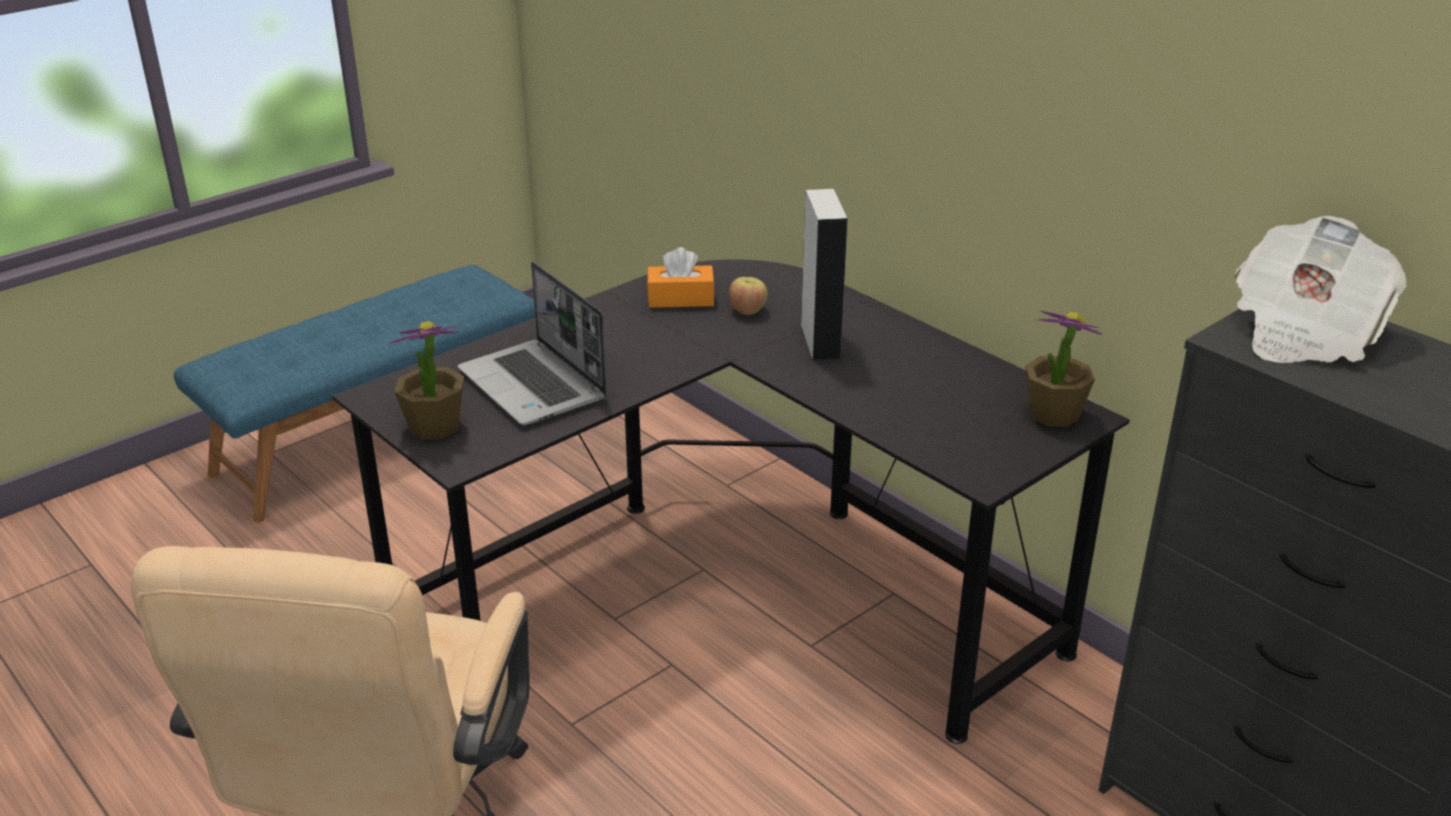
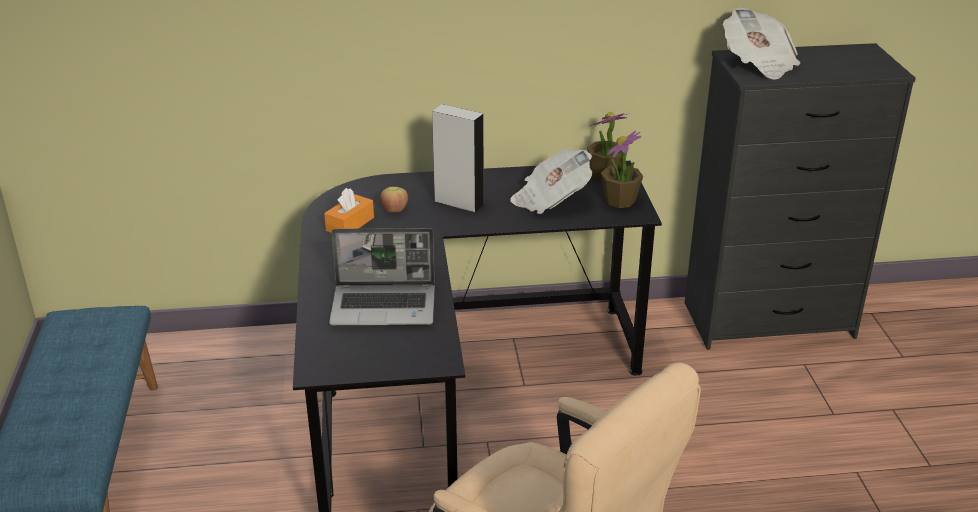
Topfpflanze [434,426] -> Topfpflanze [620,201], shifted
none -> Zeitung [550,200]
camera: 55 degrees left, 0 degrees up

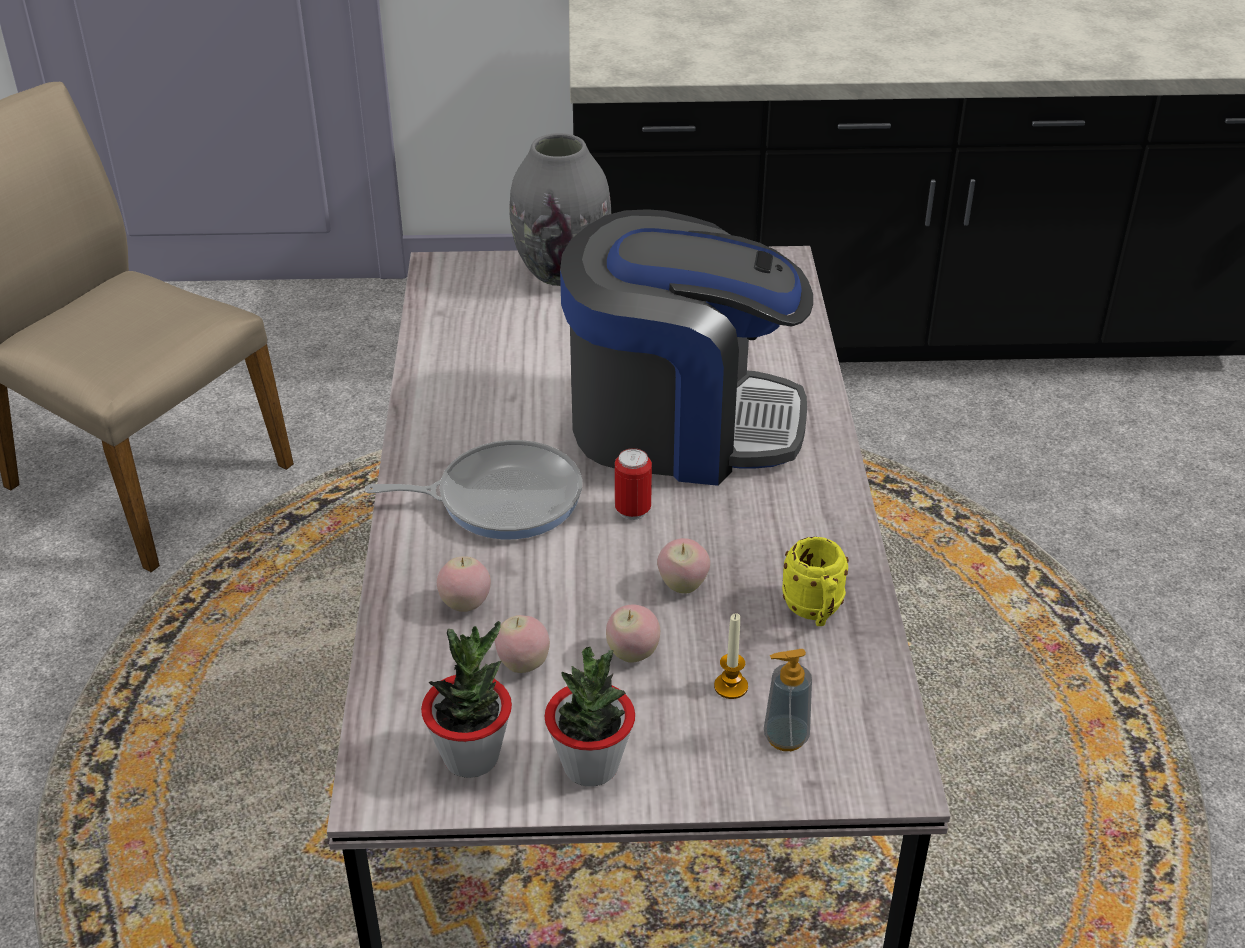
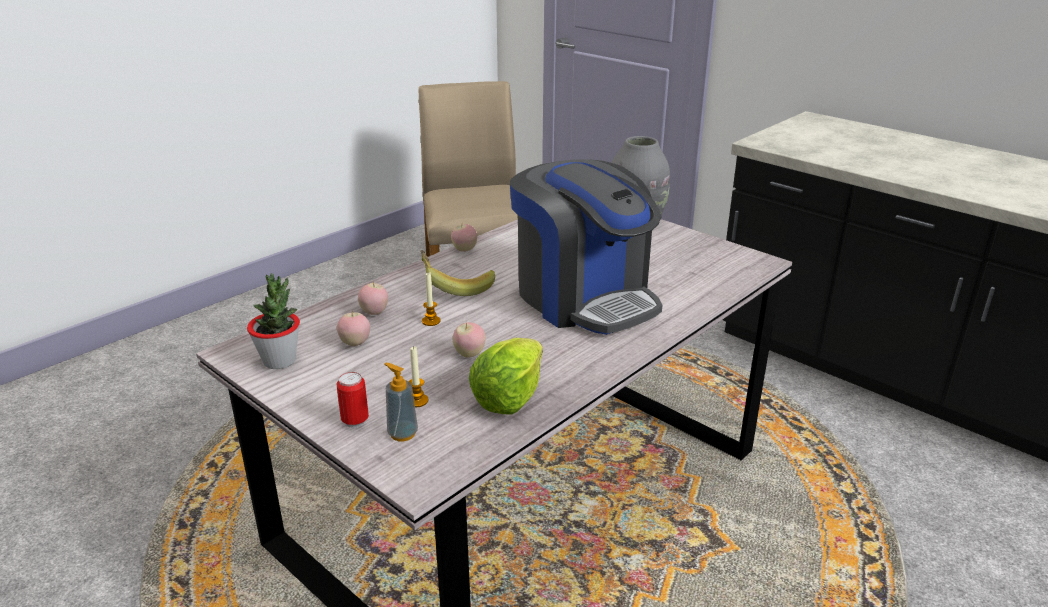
Pfanne [501,498] -> Banane [456,286]
Topfpflanze [591,766] -> none
Apfel [632,653] -> Apfel [464,250], shifted
Dose [632,511] -> Dose [355,421], shifted
Henkelbecher/gelb [815,612] -> Salatkopf [509,397]
none -> Kerze [431,321]
camera: 45 degrees right, 10 degrees down

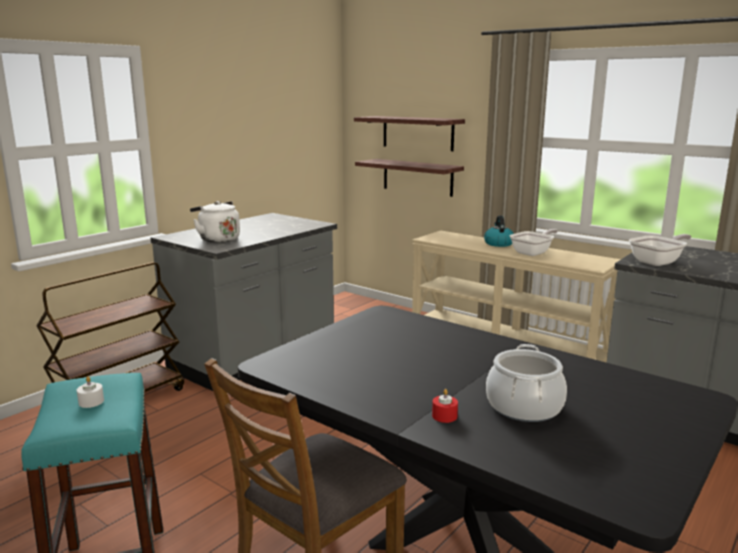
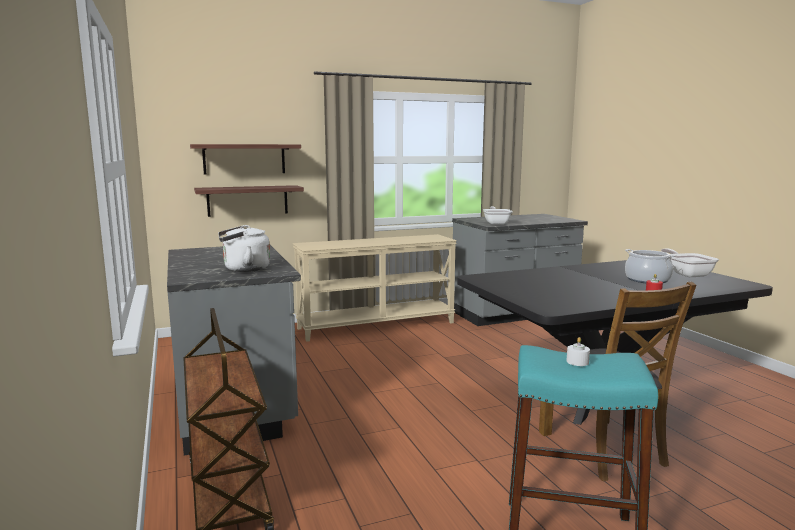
Wasserkessel [498,243] -> none
Pfanne [533,252] -> Pfanne [687,274], shifted
camera: 60 degrees left, 5 degrees down

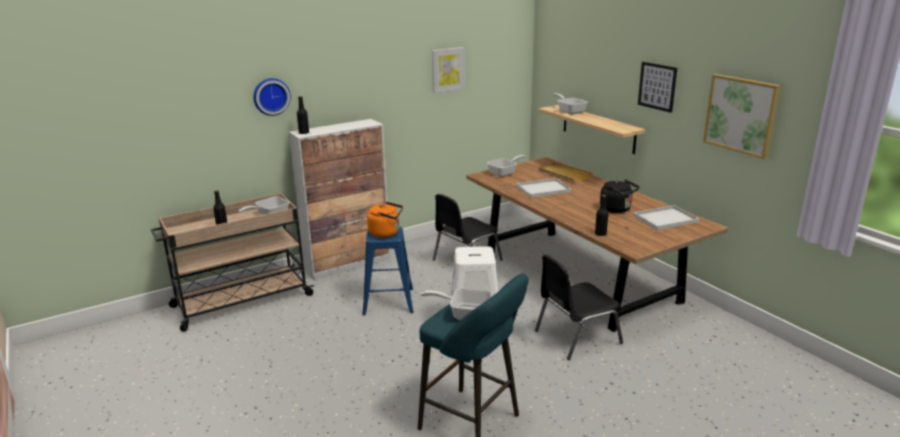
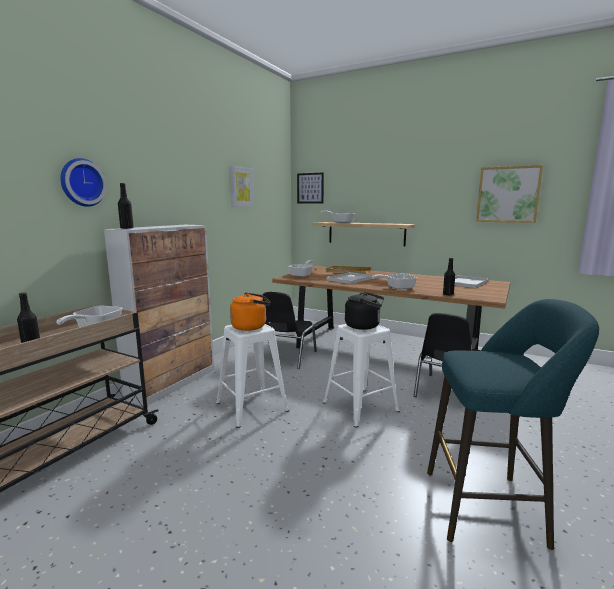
Hocker/blau [389,301] -> Hocker/weiß [252,406]
Pfanne [465,314] -> Pfanne [397,288], shifted
Wasserkessel/schwarz [617,209] -> Wasserkessel/schwarz [364,326], shifted
Bild [657,86] -> Bild [310,188], shifted
camera: 30 degrees left, 10 degrees down

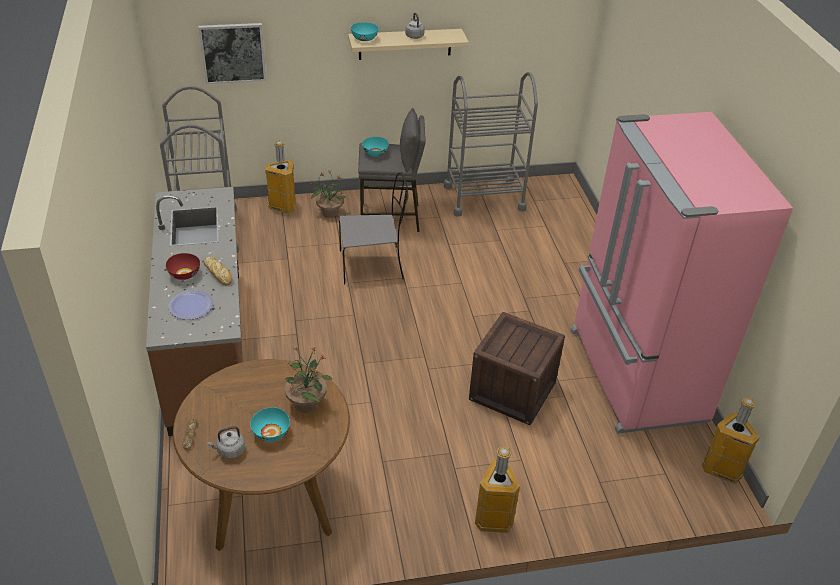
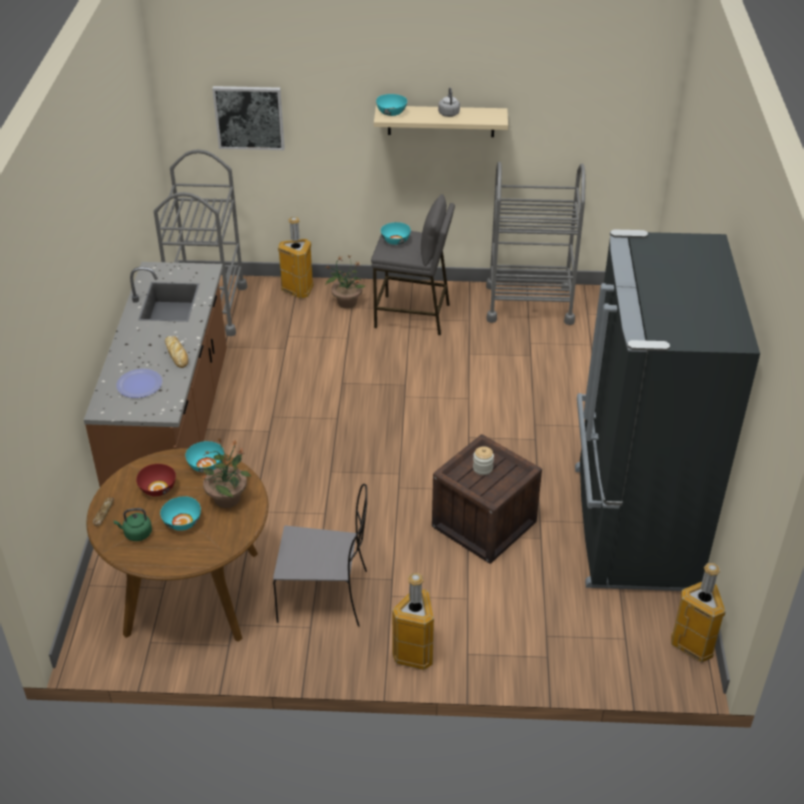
Schüssel/rot [185,274] -> Schüssel/rot [158,488], shifted
Wasserkessel/grau [229,451] -> Wasserkessel/grün [136,534]
Stuhl/grau [373,265] -> Stuhl/grau [325,596], shifted
Kühlschrank/rosa [634,375] -> Kühlschrank/schwarz [631,527]
none -> Schüssel/türkis [206,465]
none -> Vorratsglas [482,468]
camera: 15 degrees right, 0 degrees up

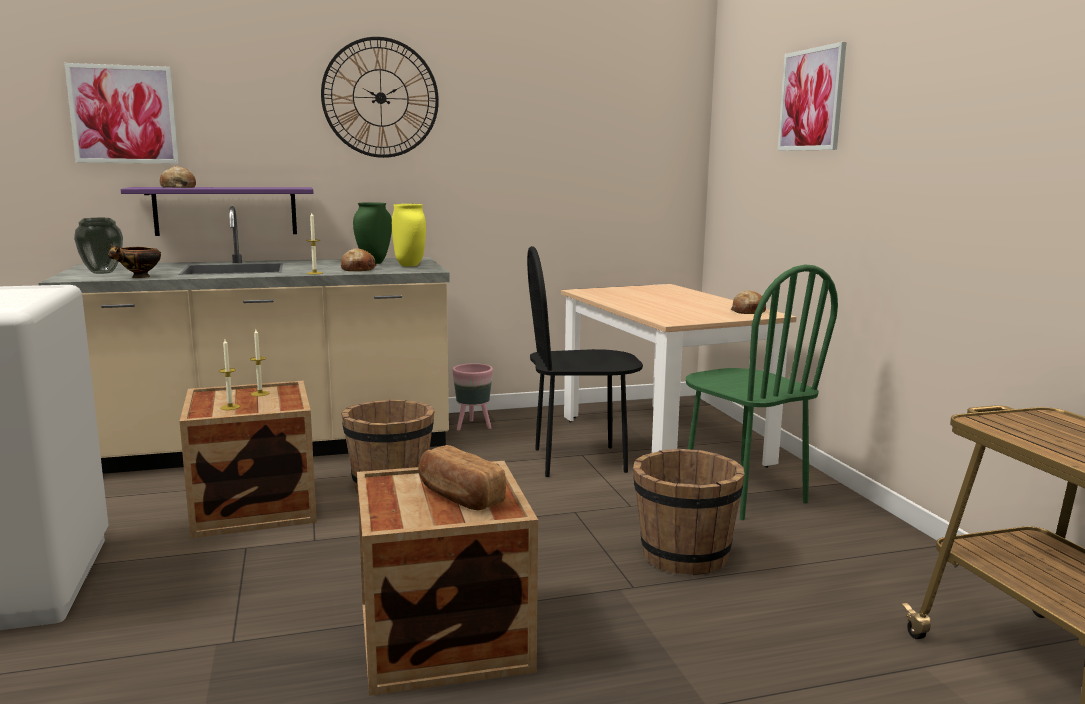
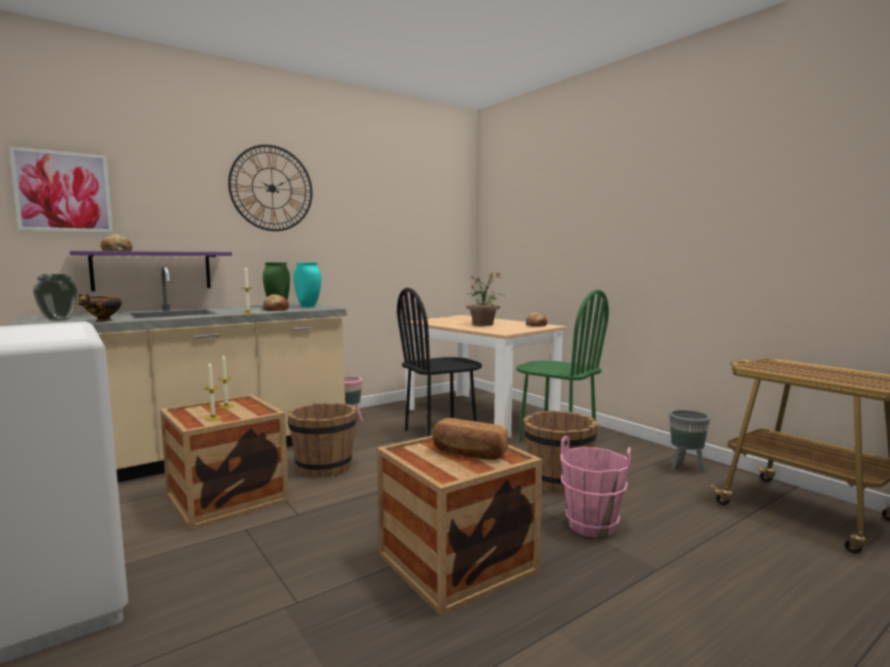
Vase/gelb [410,265] -> Vase/türkis [308,306]
Bild [811,100] -> none
none -> Topfpflanze [483,324]
none -> Eimer/rosa [591,526]
none -> Pflanzkübel/grau [686,468]
camera: 20 degrees left, 5 degrees down

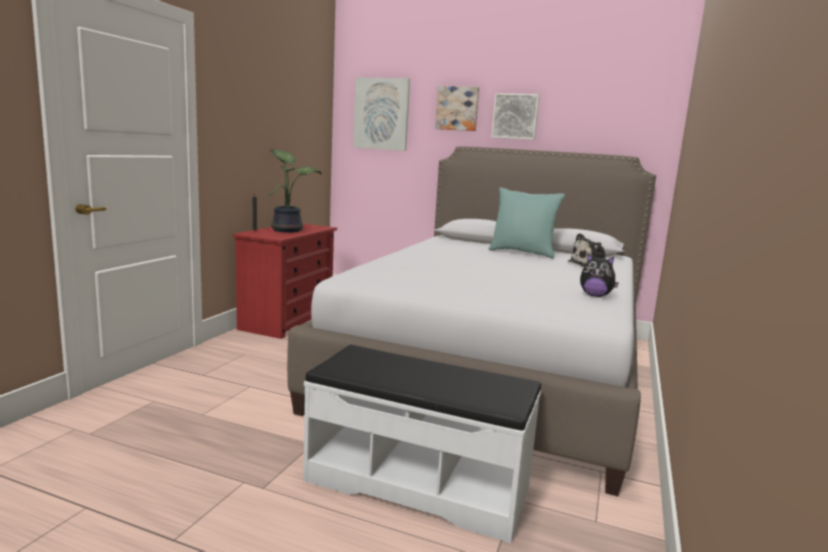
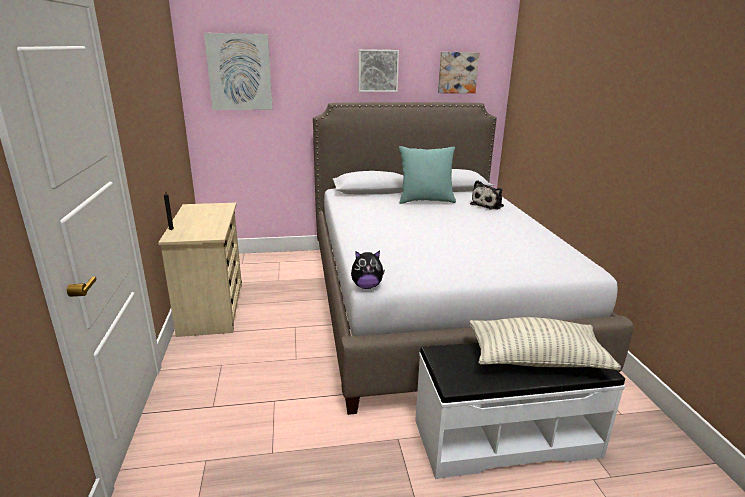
Kommode/rot [287,320] -> Kommode/beige [212,308]
Topfpflanze [287,230] -> none
Bild [457,108] -> Bild [457,72], shifted
Plüschtier [595,296] -> Plüschtier [366,286], shifted
none -> Kissen [536,359]
camera: 30 degrees left, 10 degrees up

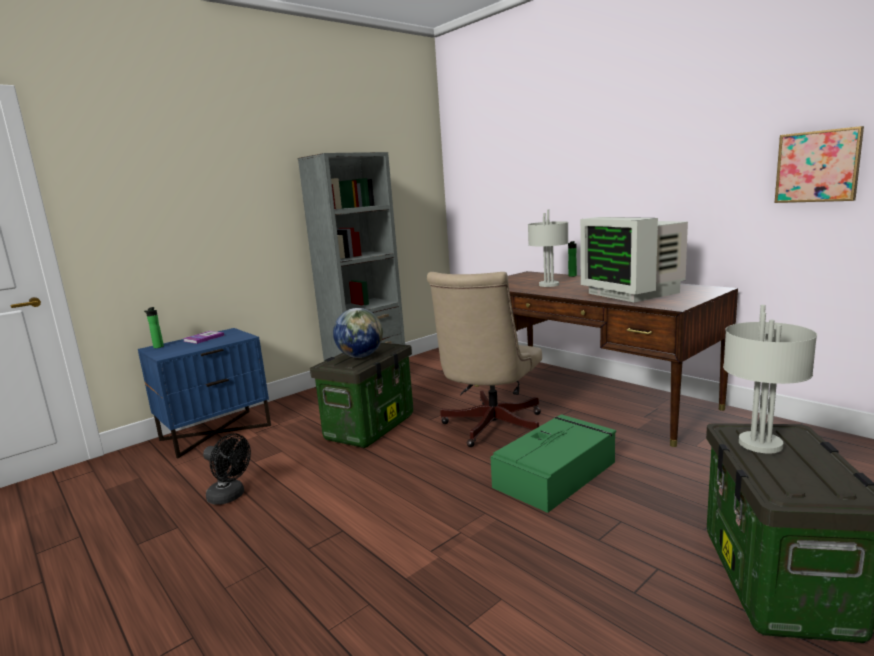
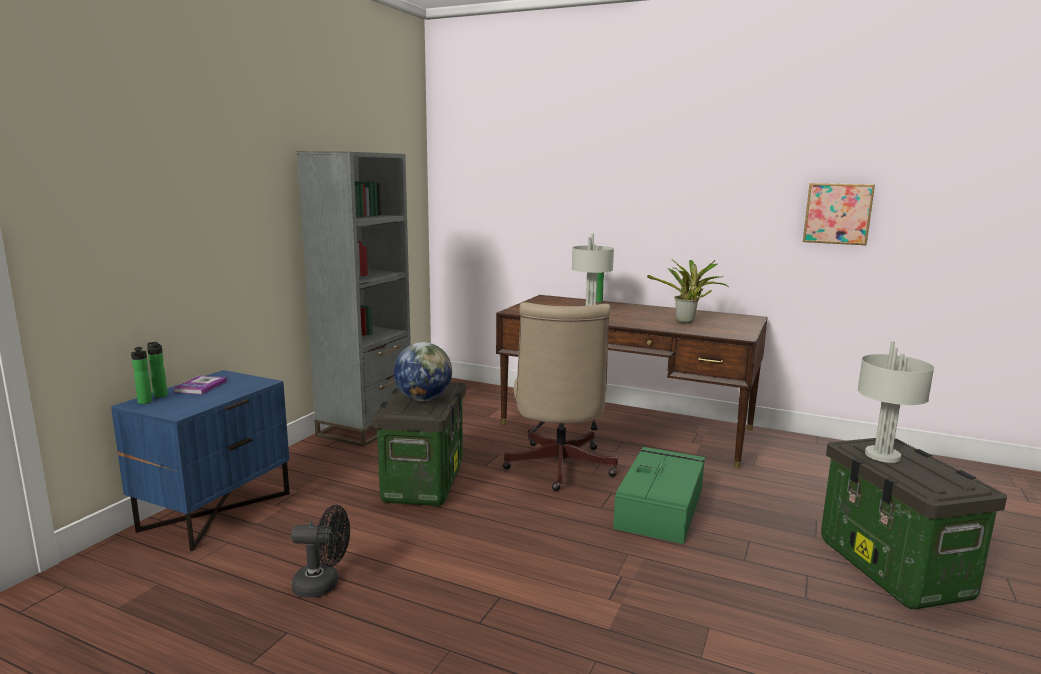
Monitor [633,293] -> Topfpflanze [686,322]
none -> Flasche [160,395]
camera: 25 degrees left, 0 degrees up

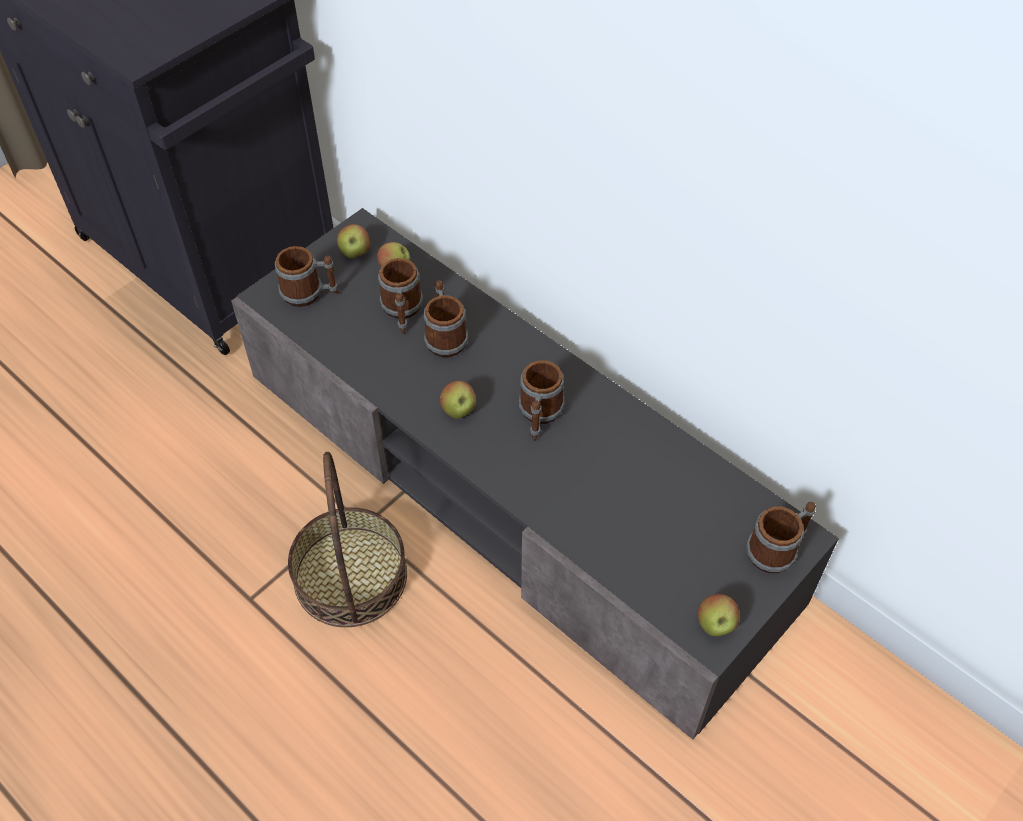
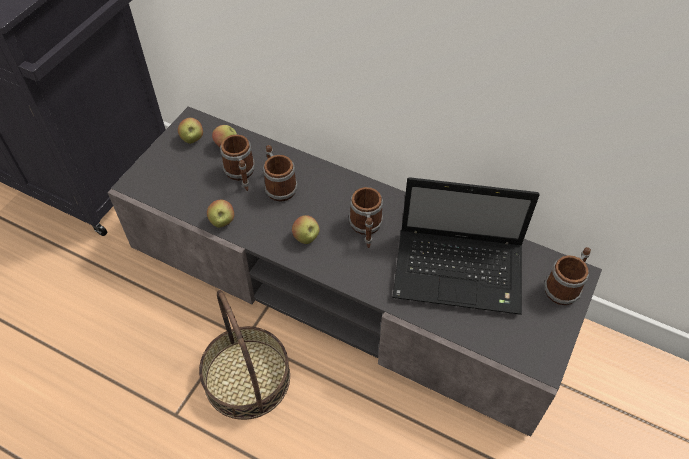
Henkelbecher [310,293] -> none
Apfel [715,625] -> Apfel [222,222], shifted
none -> Laptop [461,272]
camera: 15 degrees left, 0 degrees up

